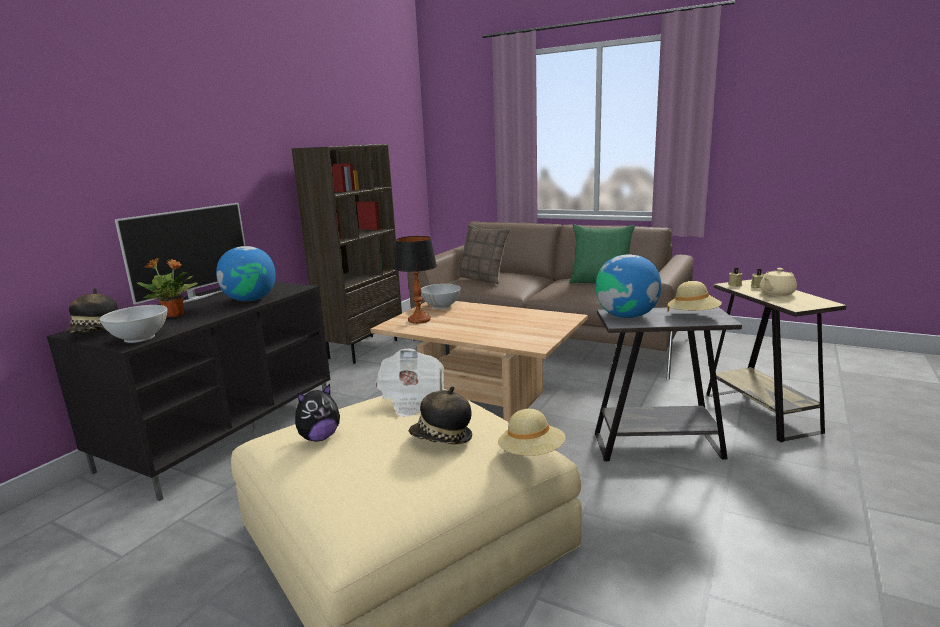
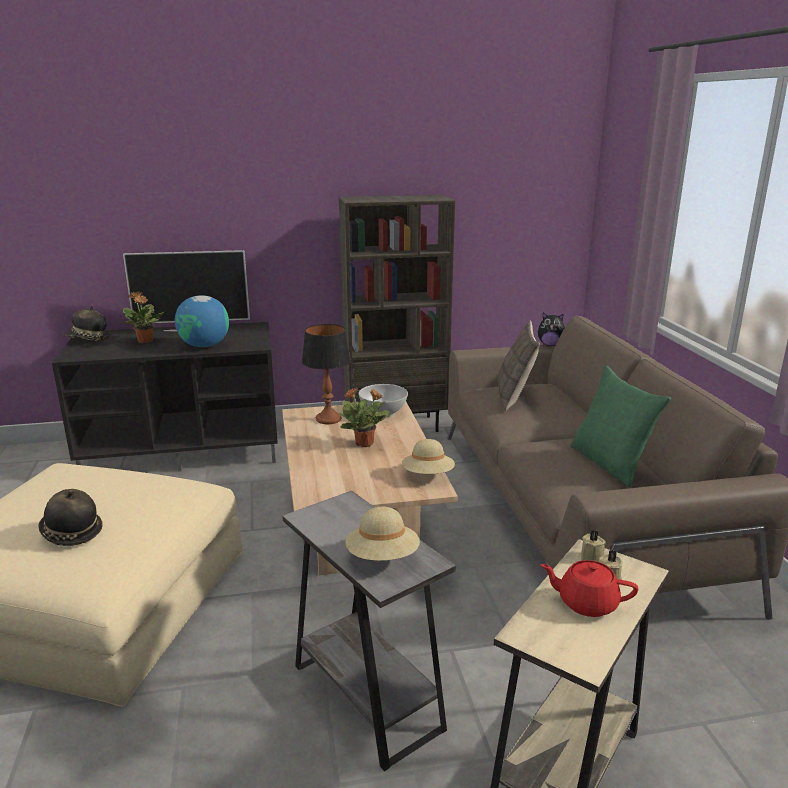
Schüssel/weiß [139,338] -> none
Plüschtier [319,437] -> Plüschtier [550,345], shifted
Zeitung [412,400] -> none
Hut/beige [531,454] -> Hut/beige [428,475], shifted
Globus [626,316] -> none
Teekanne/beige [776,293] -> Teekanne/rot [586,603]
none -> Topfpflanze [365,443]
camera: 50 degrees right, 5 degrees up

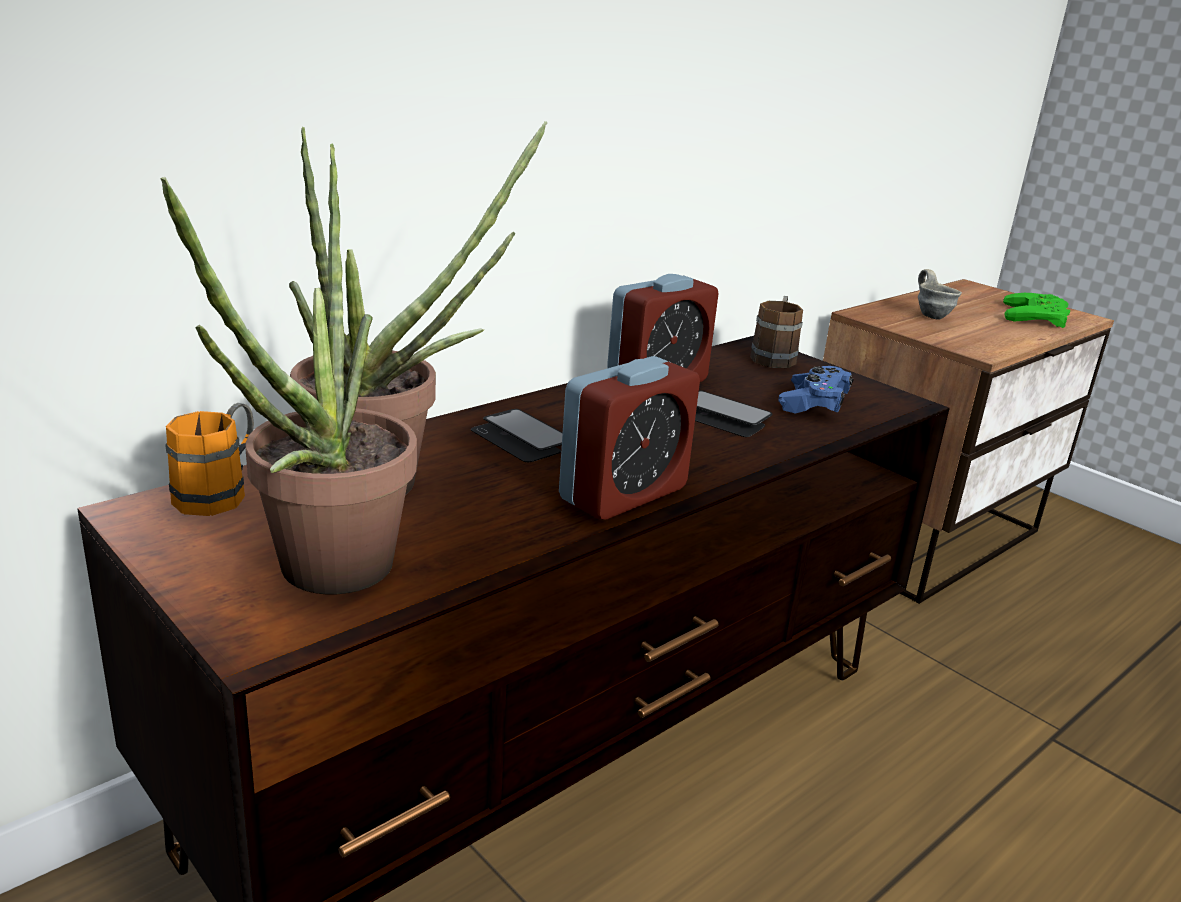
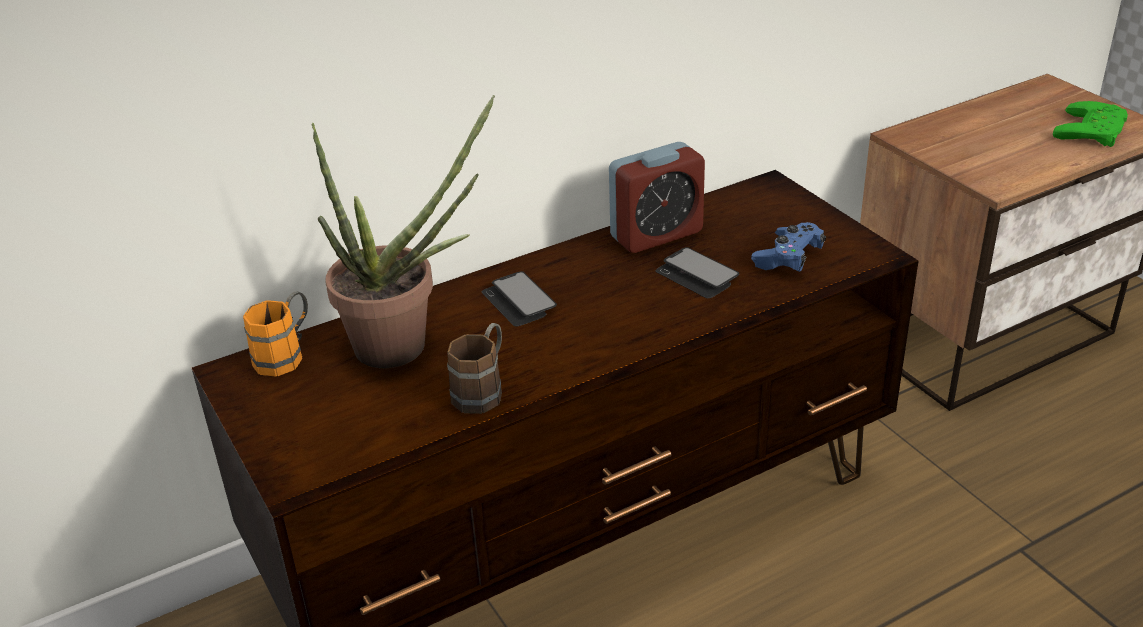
Topfpflanze [322,578] -> none
Wecker [623,494] -> none
Henkelbecher/braun [774,356] -> Henkelbecher/braun [483,390], shifted
Henkelbecher/grau [932,315] -> none
camera: 15 degrees right, 10 degrees up

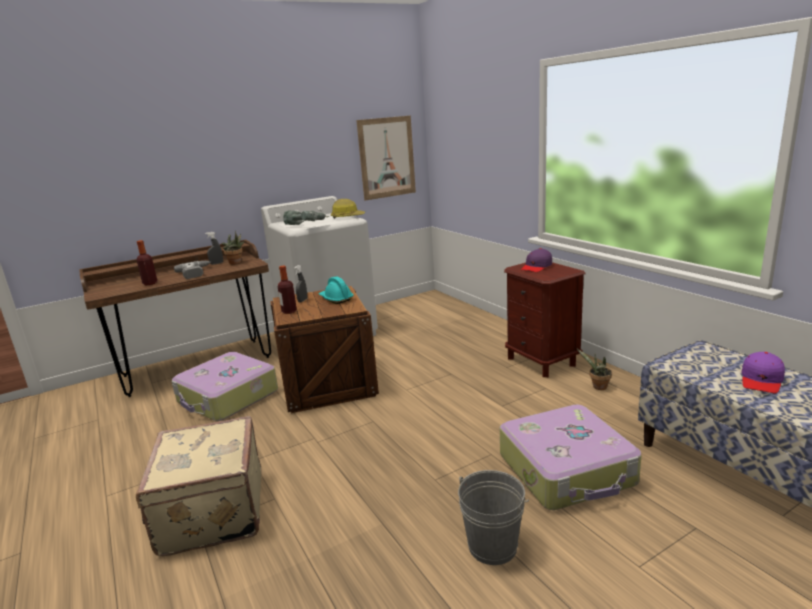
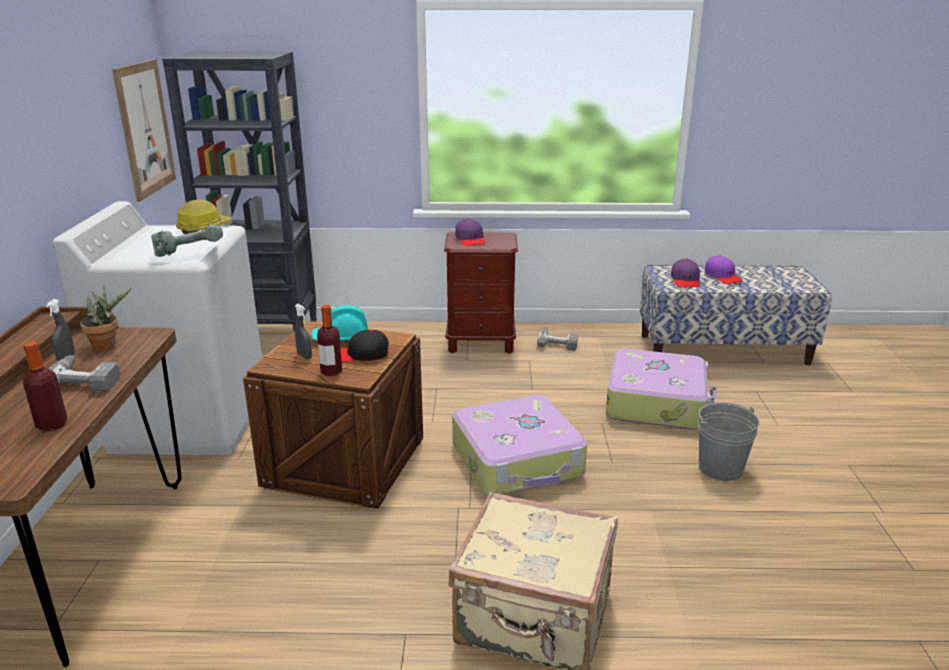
Koffer [227,397] -> Koffer [518,460], shifted
Topfpflanze [597,387] -> Bohrmaschine [557,342]
none -> Bücherregal/schwarz [267,338]
none -> Kappe/schwarz [361,355]
none -> Kappe/lila [685,280]
camera: 60 degrees left, 5 degrees up

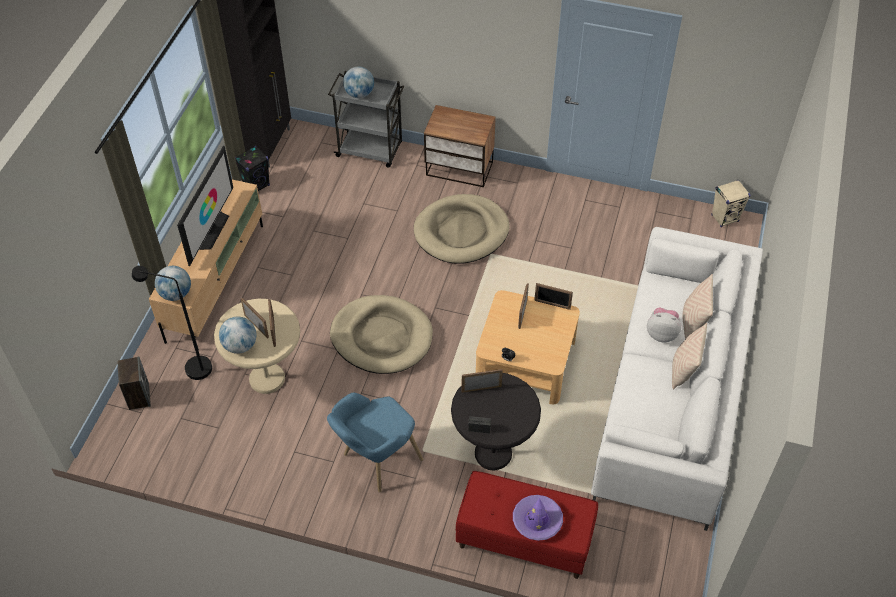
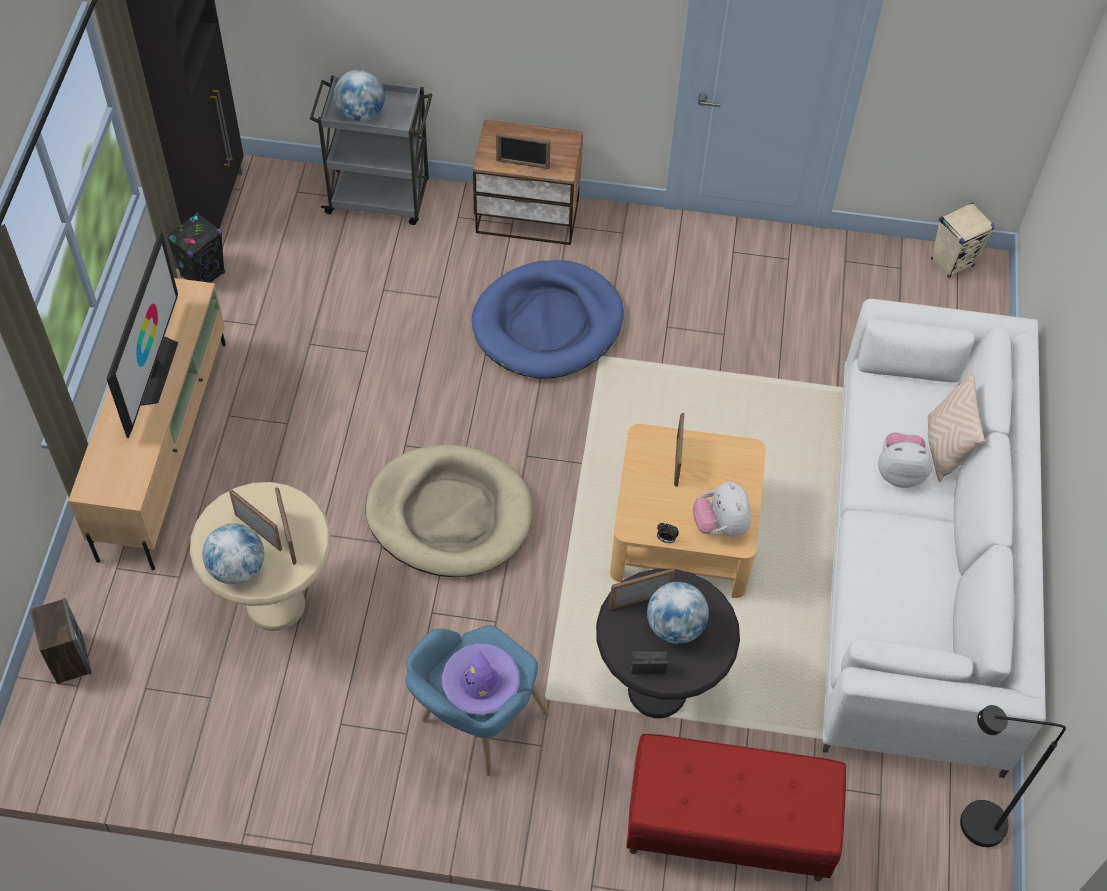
Stehlampe/schwarz [191,368] -> Stehlampe/schwarz [969,824], shifted
Globus [176,294] -> Globus [675,627], shifted
Hundebett/beige [461,232] -> Hundebett/blau [548,324]
Hut/lila [537,520] -> Hut/lila [481,683], shifted
Bilderrahmen [552,304] -> Bilderrahmen [522,164], shifted
Kissen/beige [683,370] -> none
none -> Plüschtier [720,525]
camera: 10 degrees left, 5 degrees up

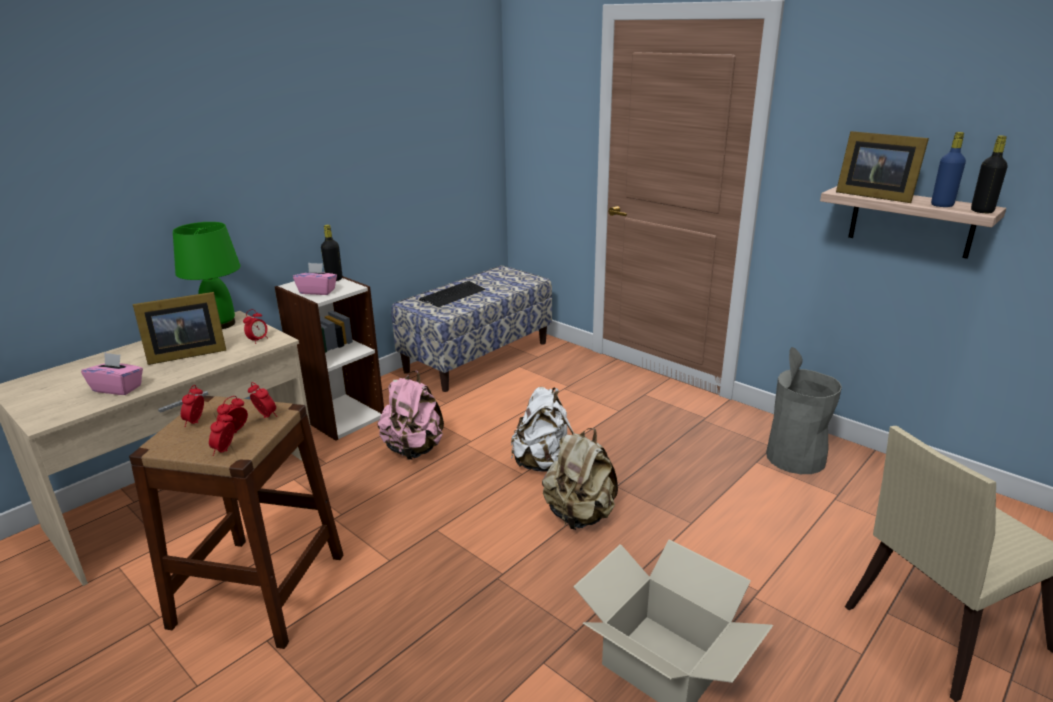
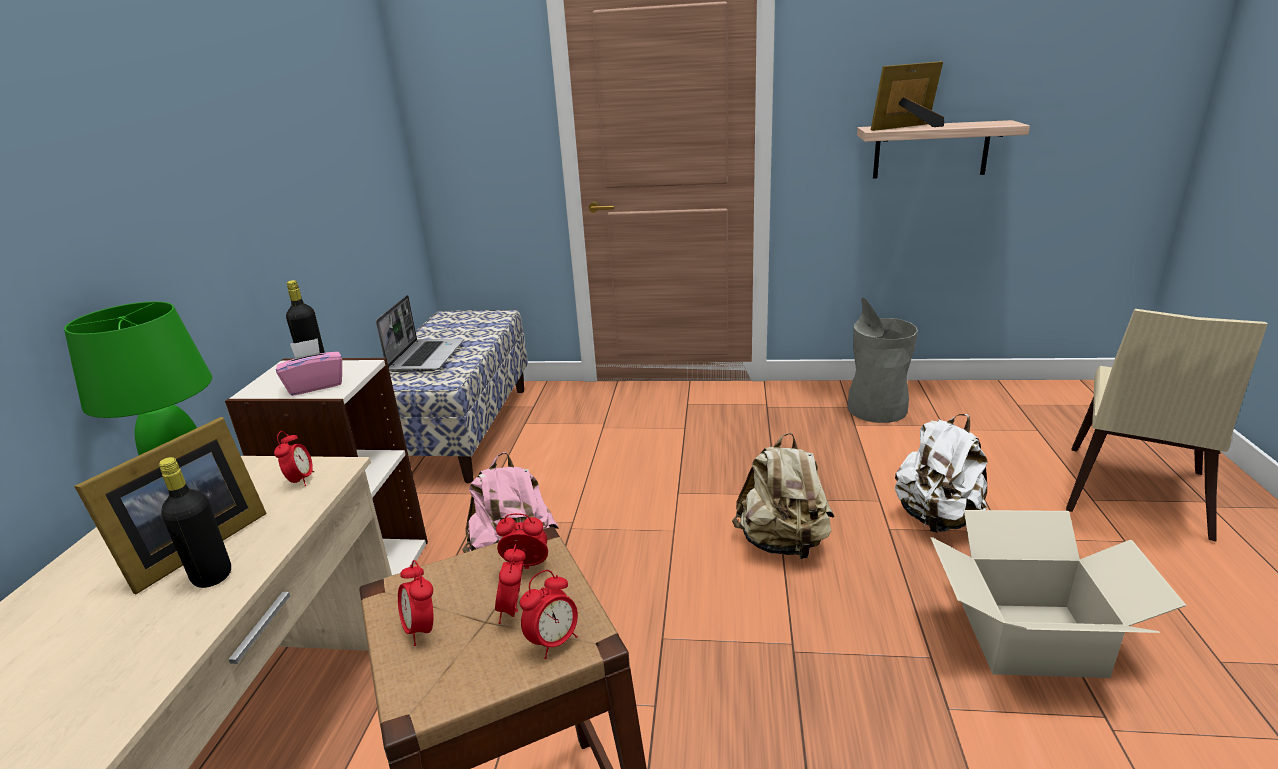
Taschentuchbox/rosa [118,388] -> none
Wecker [225,450] -> Wecker [553,642], 105 degrees counterclockwise
Tastatur [452,295] -> Laptop [426,356]
Rucksack/weiß [544,464] -> Rucksack/weiß [937,518], shifted
Bilderrahmen [873,195] -> Bilderrahmen [908,127], 150 degrees clockwise
Flasche/blau [942,205] -> none
Flasche/schwarz [982,211] -> Flasche/schwarz [212,576], shifted
camera: 35 degrees left, 0 degrees up

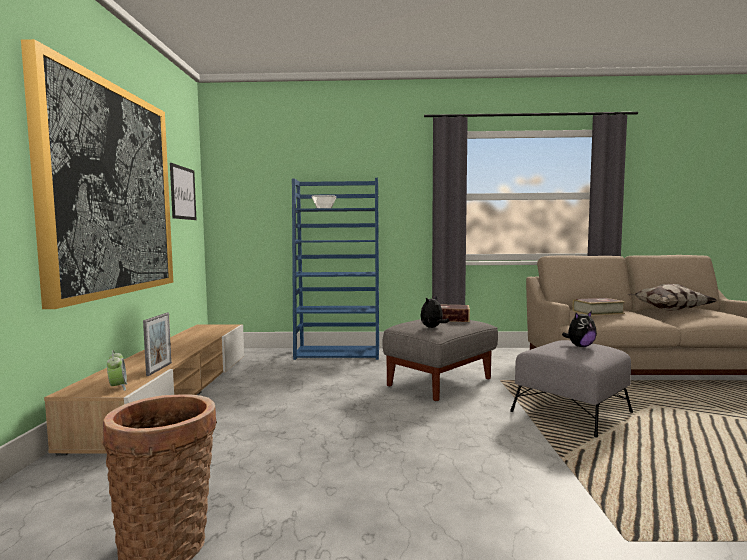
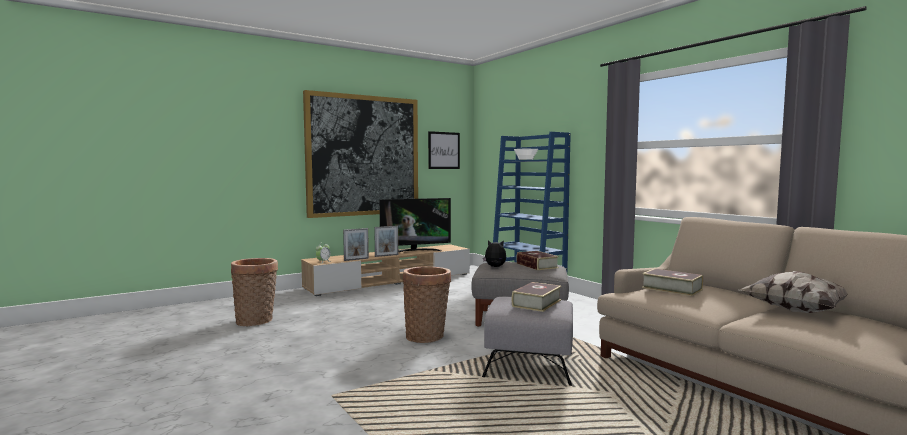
Plüschtier [580,346] -> Buch [536,303]
none -> Bilderrahmen [386,255]
none -> Fernseher [415,251]
none -> Korb [427,336]
camera: 55 degrees right, 0 degrees up

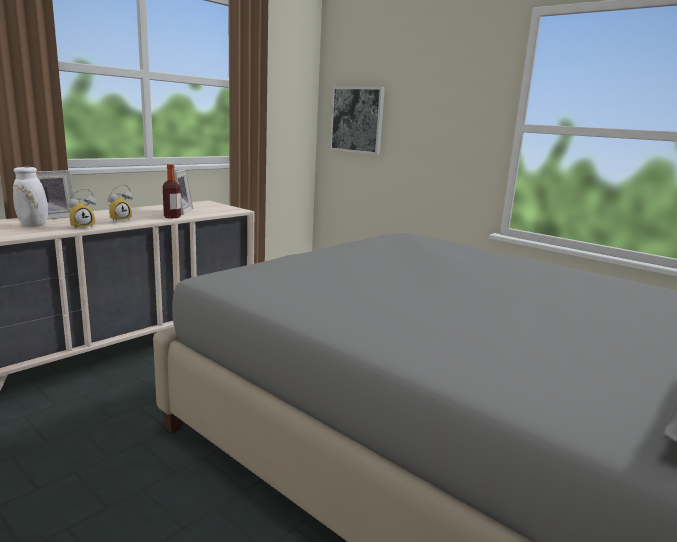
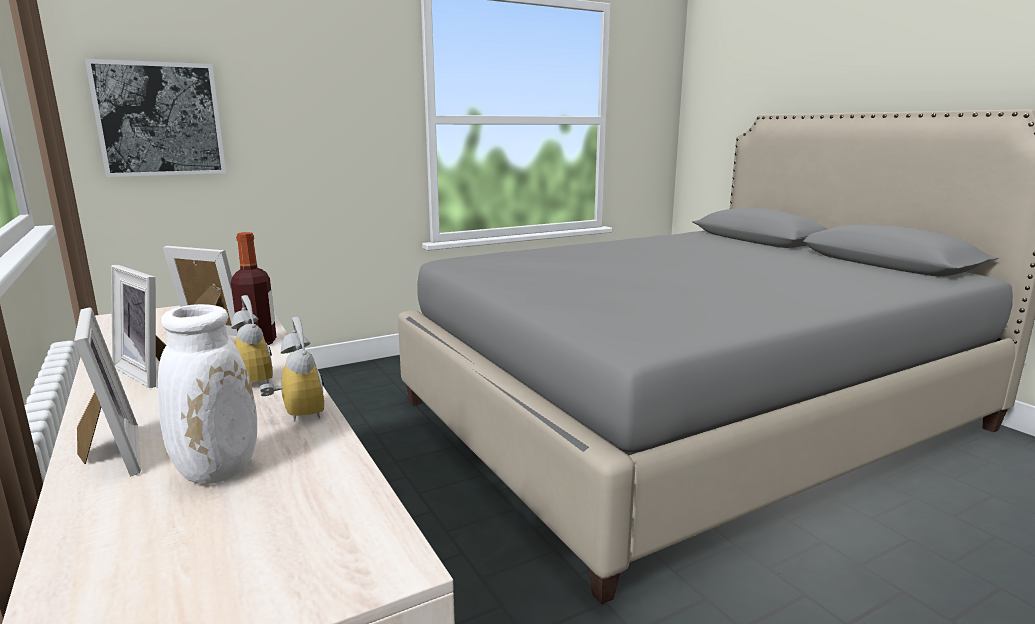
none -> Bilderrahmen [151,372]
camera: 70 degrees left, 0 degrees up

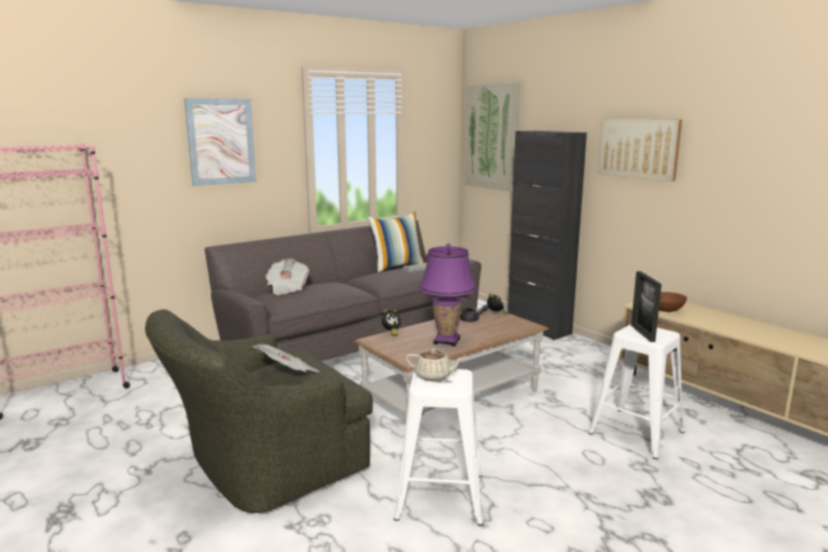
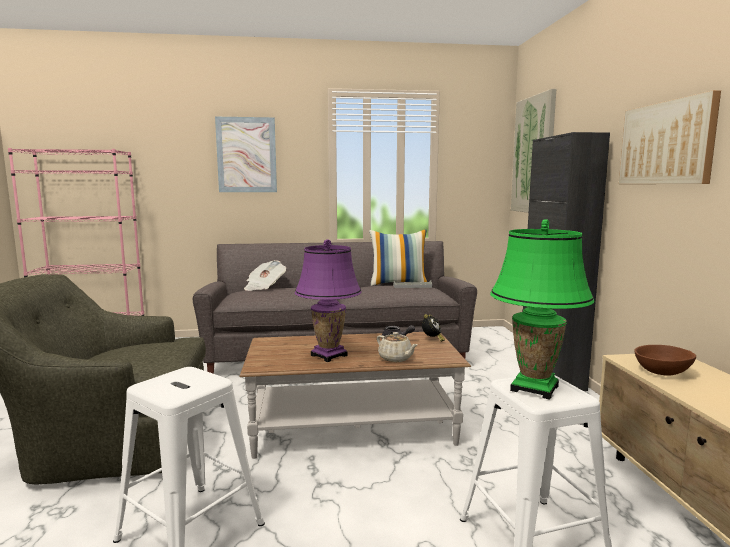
Zeitung [287,374] -> none
Wecker [391,333] -> none
Teekanne/beige [434,376] -> Teekanne/beige [396,358], shifted
Bilderrahmen [642,333] -> Tischlampe/grün [534,388]
camera: 30 degrees right, 5 degrees down

